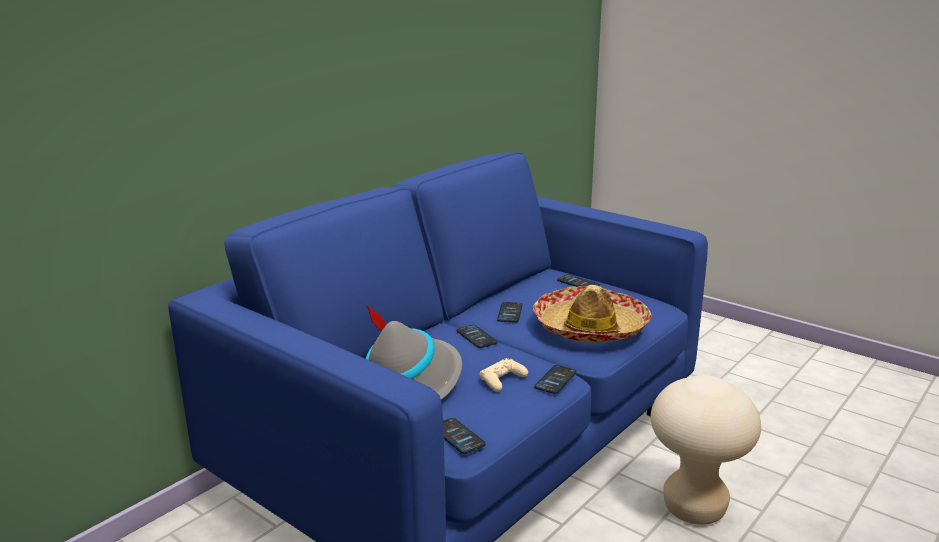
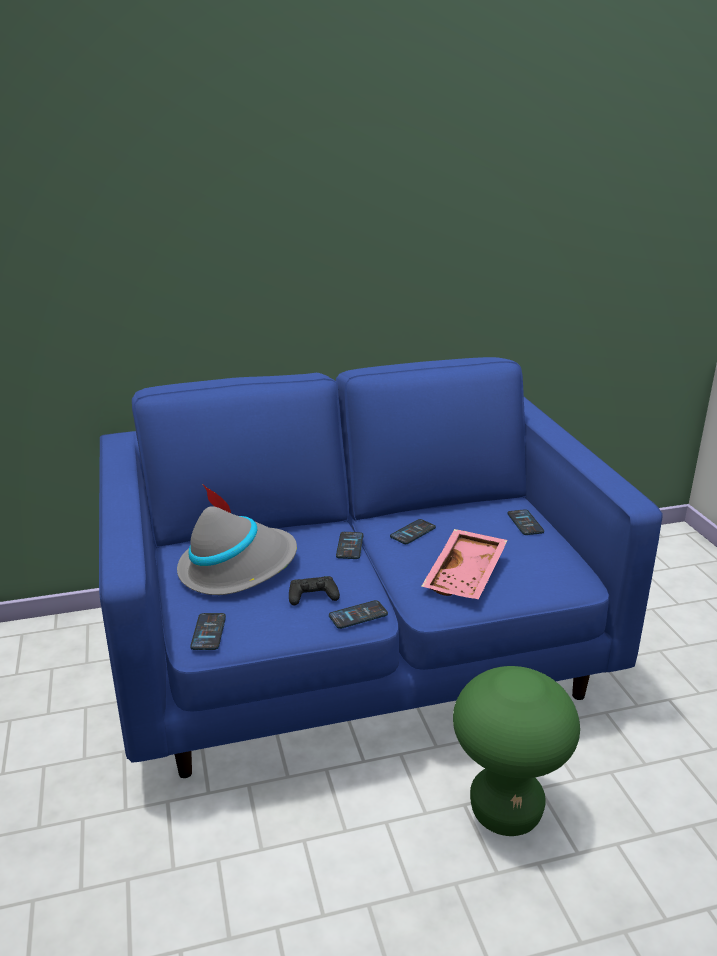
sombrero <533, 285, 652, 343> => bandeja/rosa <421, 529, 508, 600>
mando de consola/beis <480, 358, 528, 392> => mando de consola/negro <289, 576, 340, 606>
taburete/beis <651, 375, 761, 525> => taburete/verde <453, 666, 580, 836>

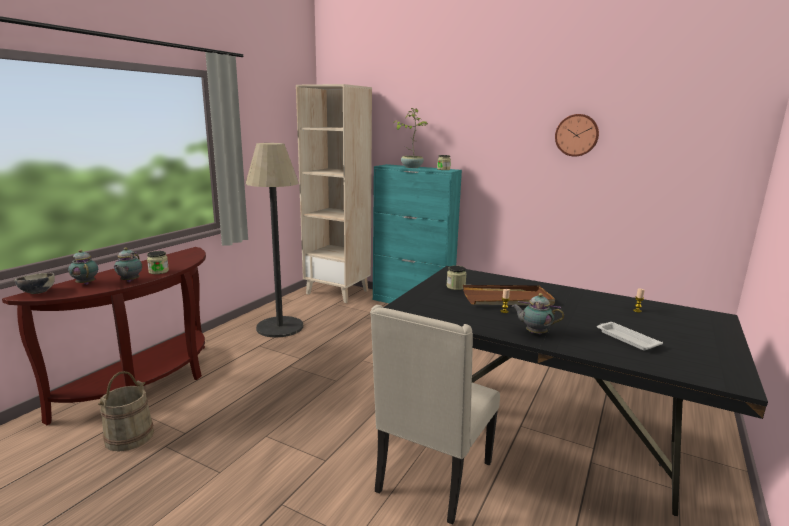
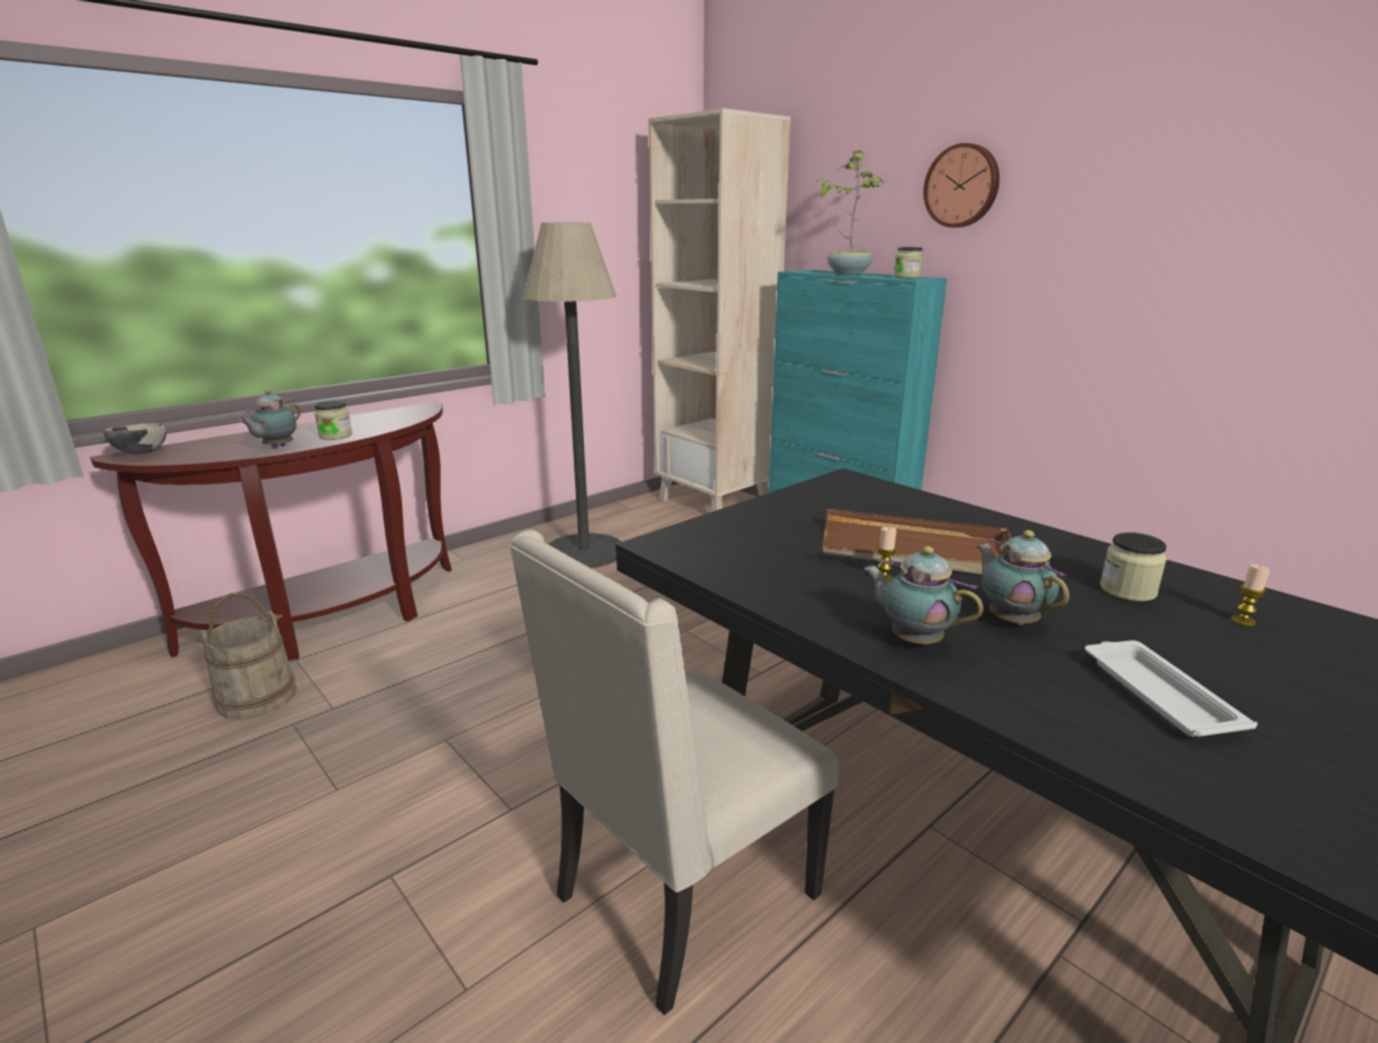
tetera <68, 250, 98, 285> => tetera <977, 530, 1069, 626>, moved
tarro <446, 265, 467, 290> => tarro <1100, 532, 1167, 601>, moved
reloj de pared <555, 114, 599, 157> => reloj de pared <923, 143, 1000, 228>, moved

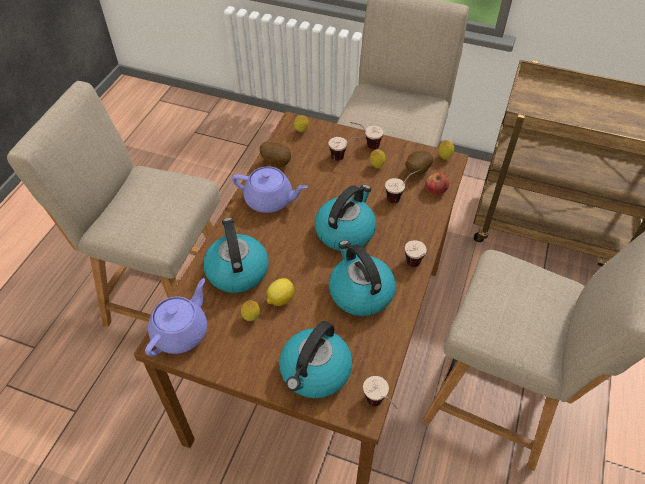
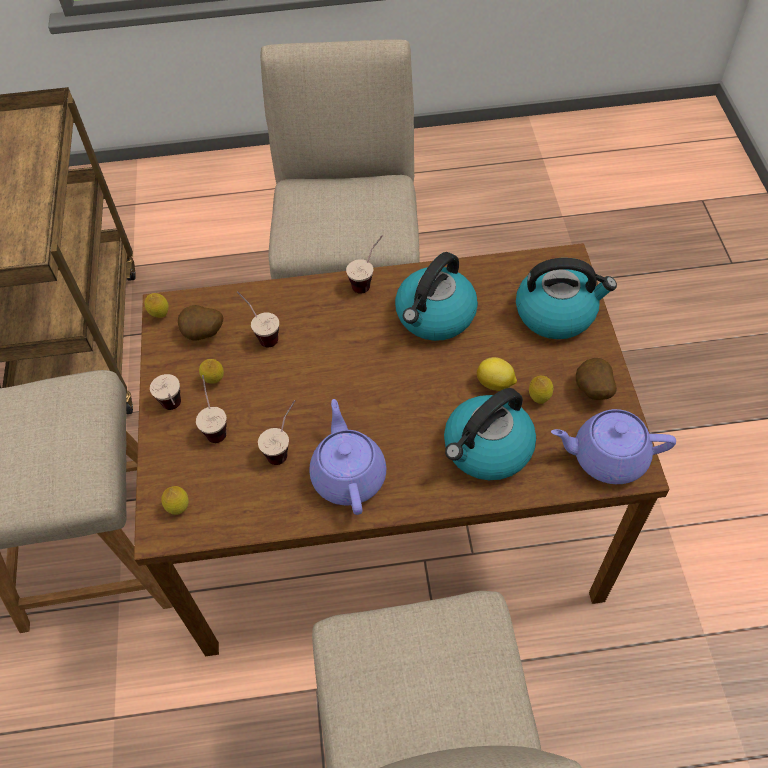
hervidor <315, 184, 376, 251> => nothing
manzana <425, 173, 449, 195> => nothing
patata <260, 142, 291, 167> => patata <576, 358, 617, 400>, moved
taza <363, 376, 397, 409> => taza <258, 400, 296, 465>, moved

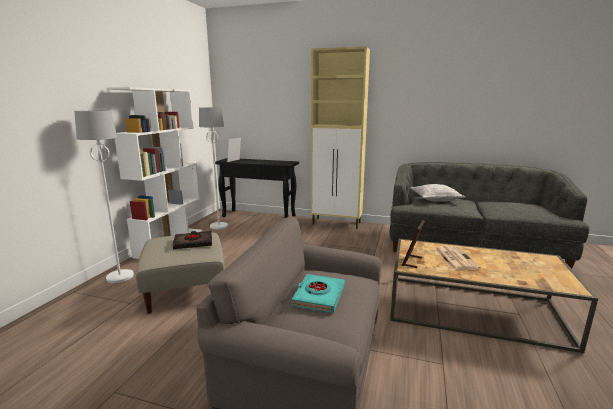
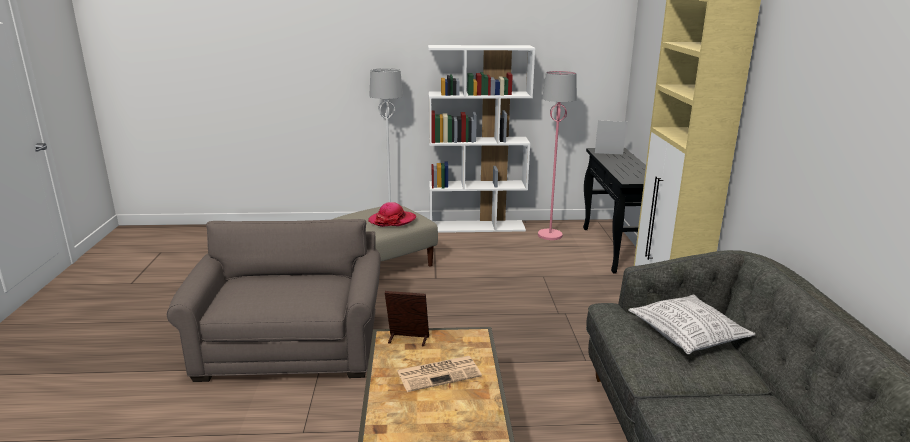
libro/turquesa <291, 274, 345, 313> => nothing
libro/negro <173, 231, 212, 249> => sombrero <368, 202, 416, 227>
lámpara de pie/blanco <199, 107, 228, 230> => lámpara de pie/rosa <538, 71, 577, 240>

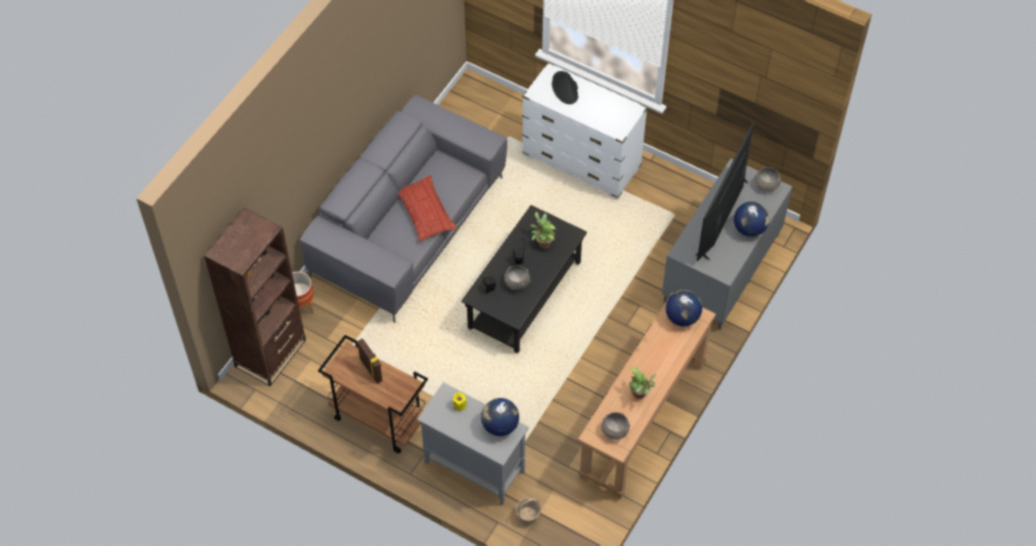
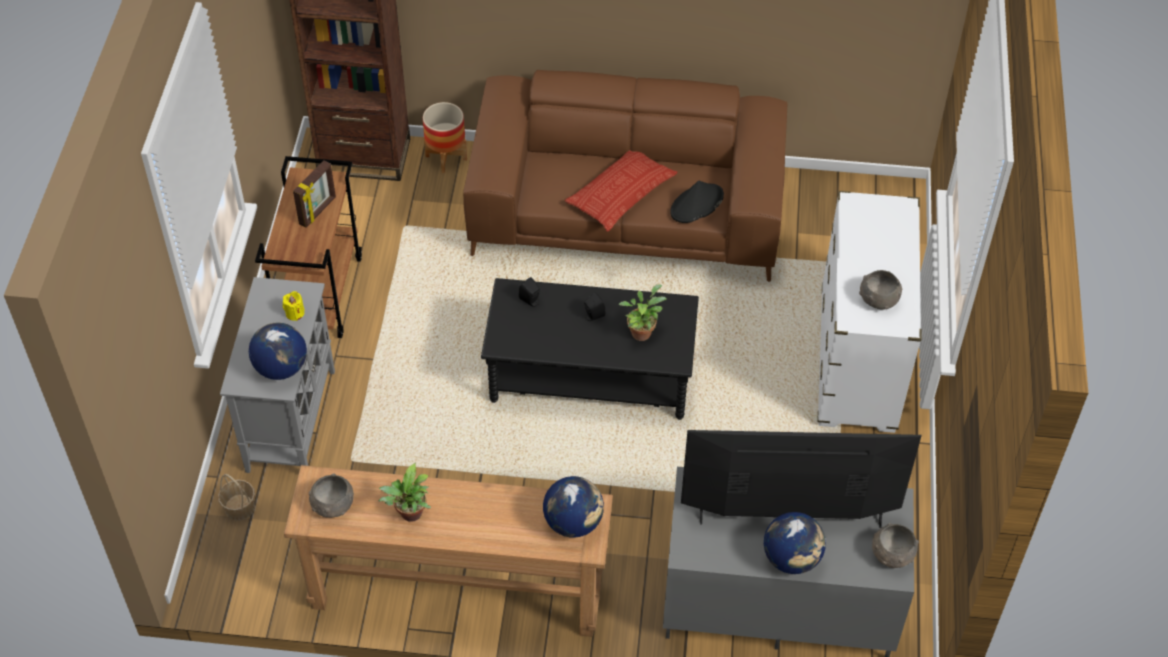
cuenco/gris <504, 265, 530, 290> => cuenco/gris <859, 270, 902, 310>, moved
sombrero/negro <552, 71, 578, 104> => sombrero/negro <670, 181, 724, 223>, moved
sofá/gris <300, 95, 507, 323> => sofá/marrón <463, 70, 787, 282>

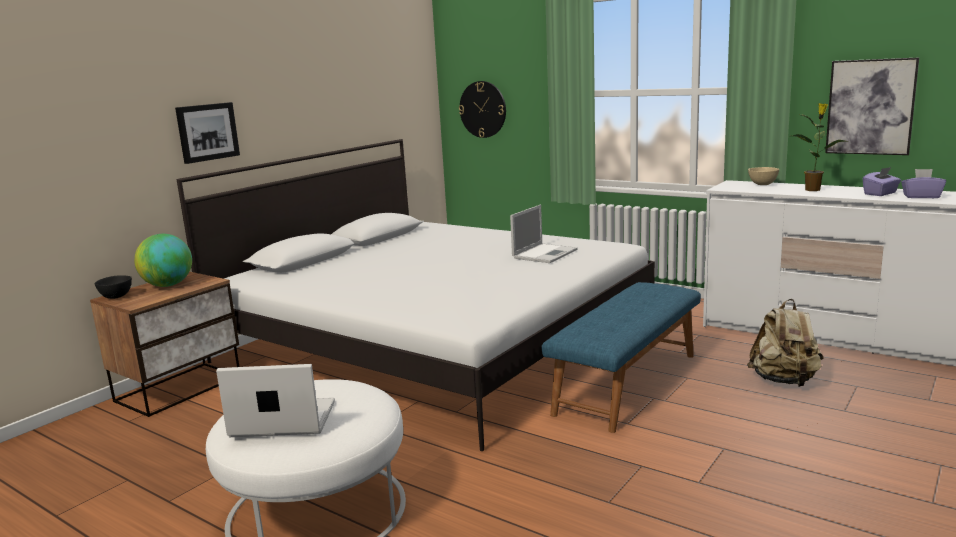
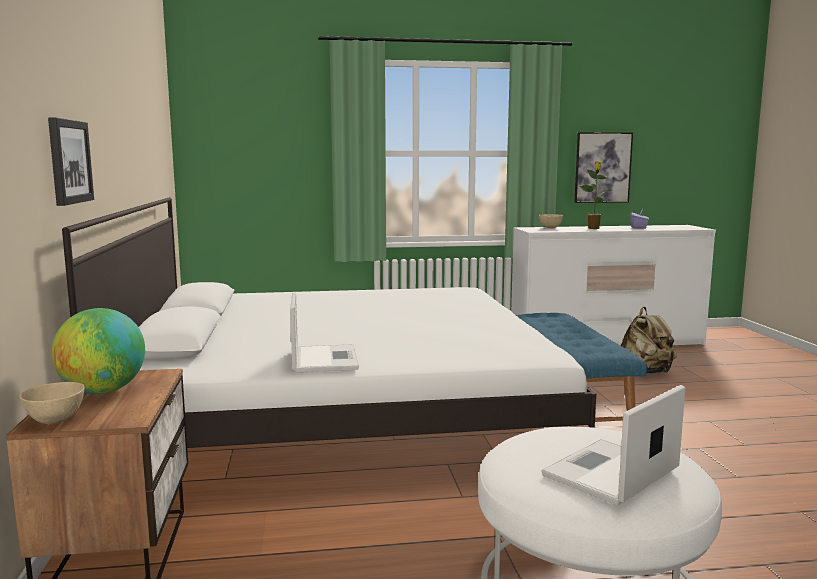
reloj de pared <459, 81, 506, 138> => nothing
caja de pañuelos/morado <901, 169, 946, 198> => nothing
portátil <510, 205, 578, 263> => portátil <290, 292, 359, 372>, moved
cuenco/negro <95, 275, 132, 299> => cuenco/beis <20, 382, 85, 424>

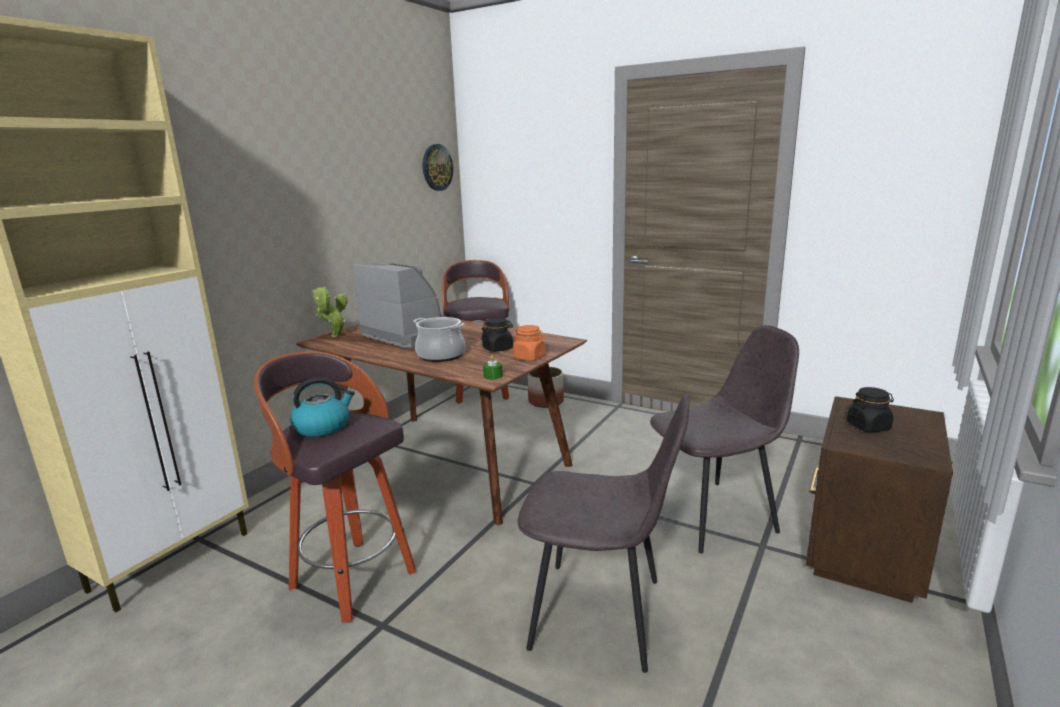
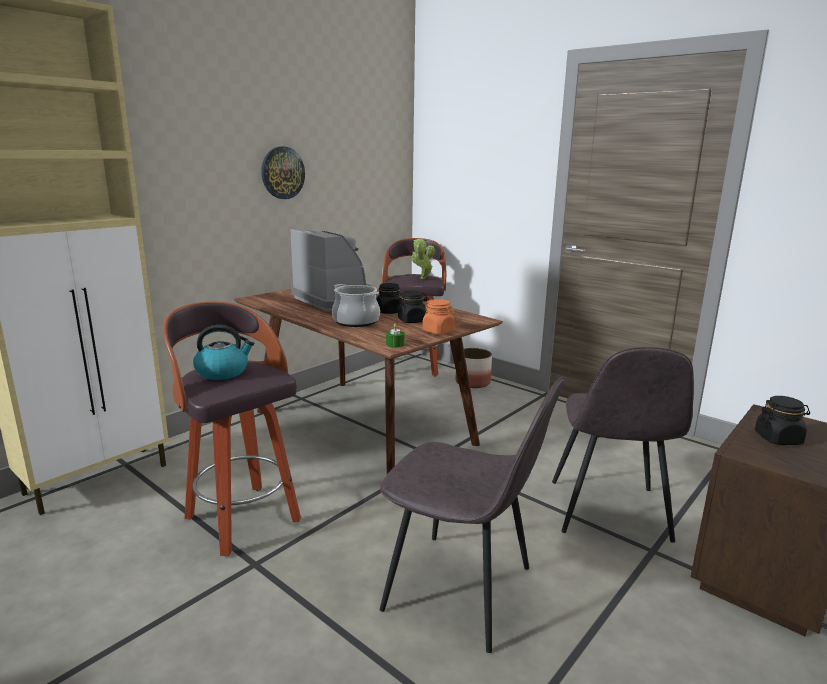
nothing => tarro/negro <376, 283, 402, 314>
planta en maceta <312, 286, 347, 337> => planta en maceta <412, 238, 435, 279>, moved
reloj de pared <423, 144, 453, 191> => reloj de pared <261, 147, 305, 199>, moved
silla/gris <650, 325, 799, 553> => silla/gris <552, 347, 694, 543>, 105 degrees clockwise

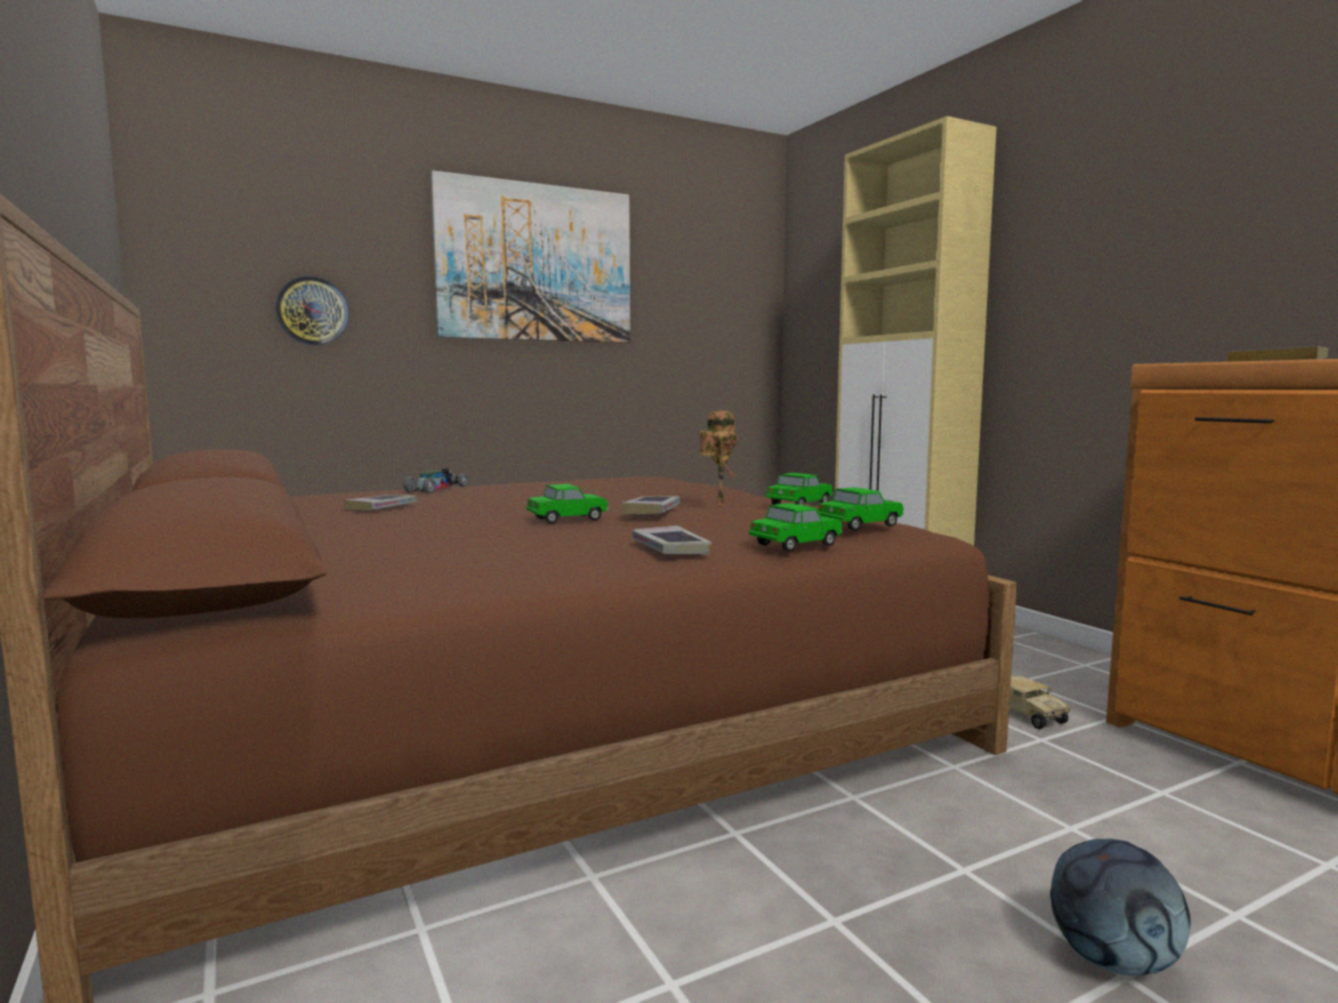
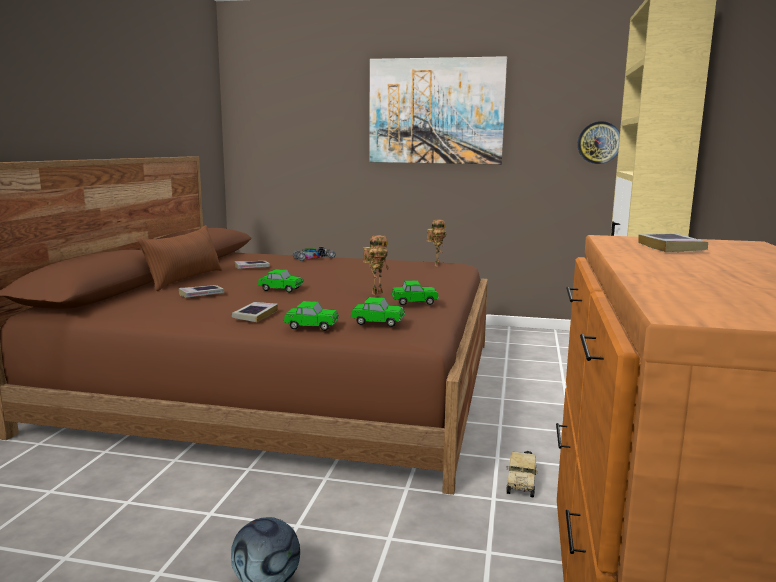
nothing => cojín/marrón <137, 225, 222, 291>
nothing => robot de juguete <427, 219, 446, 266>
reloj de pared <275, 276, 349, 345> => reloj de pared <578, 121, 620, 164>, moved
libro <621, 496, 681, 514> => libro <179, 285, 225, 298>, moved

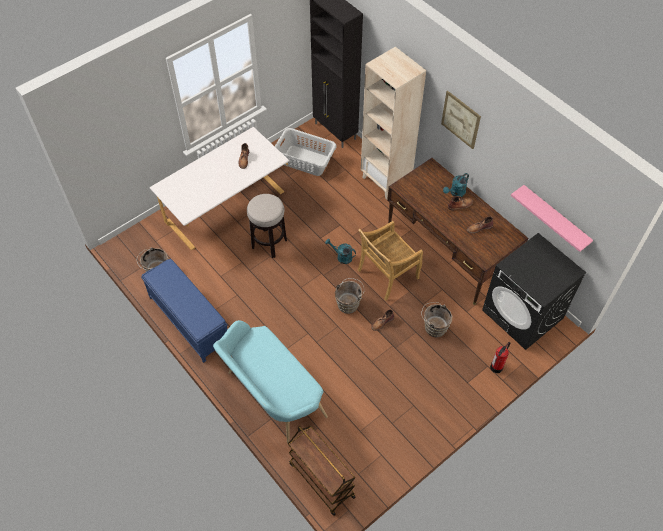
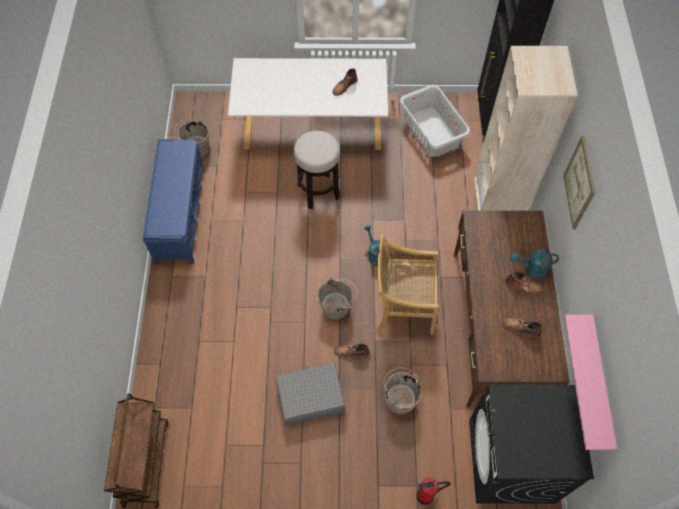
banco/turquesa <213, 320, 328, 443> => nothing
nothing => maleta/gris <275, 362, 345, 425>

